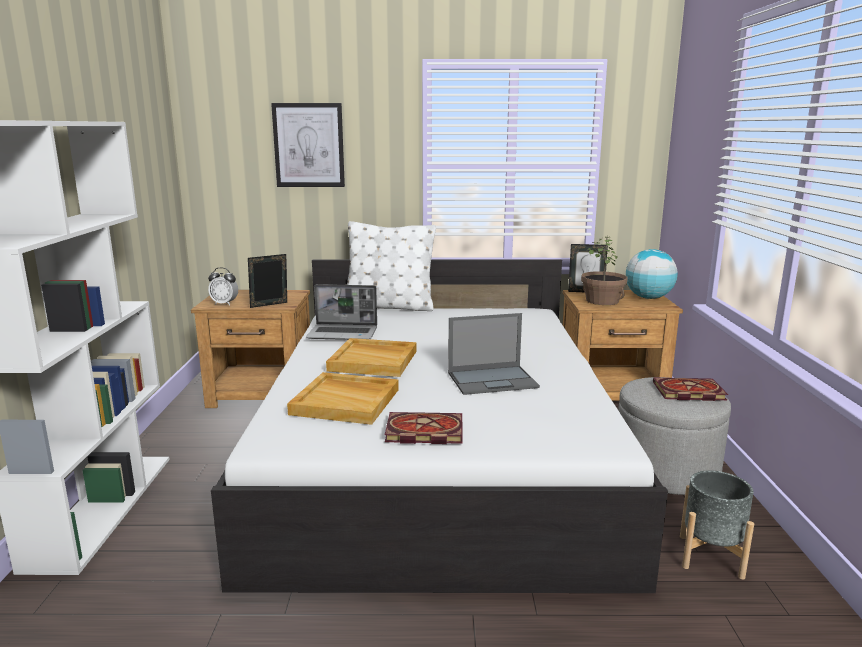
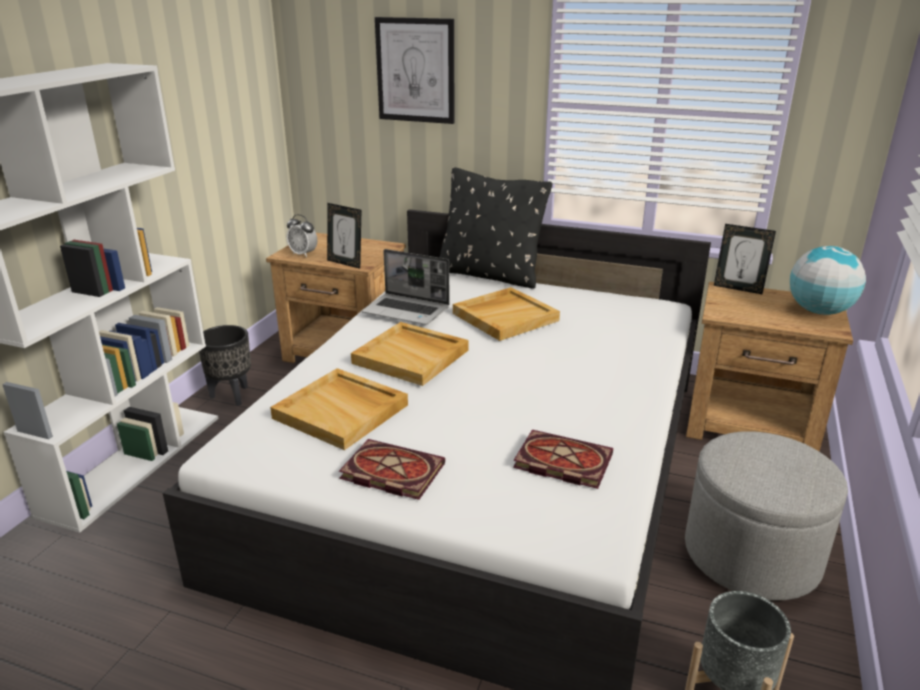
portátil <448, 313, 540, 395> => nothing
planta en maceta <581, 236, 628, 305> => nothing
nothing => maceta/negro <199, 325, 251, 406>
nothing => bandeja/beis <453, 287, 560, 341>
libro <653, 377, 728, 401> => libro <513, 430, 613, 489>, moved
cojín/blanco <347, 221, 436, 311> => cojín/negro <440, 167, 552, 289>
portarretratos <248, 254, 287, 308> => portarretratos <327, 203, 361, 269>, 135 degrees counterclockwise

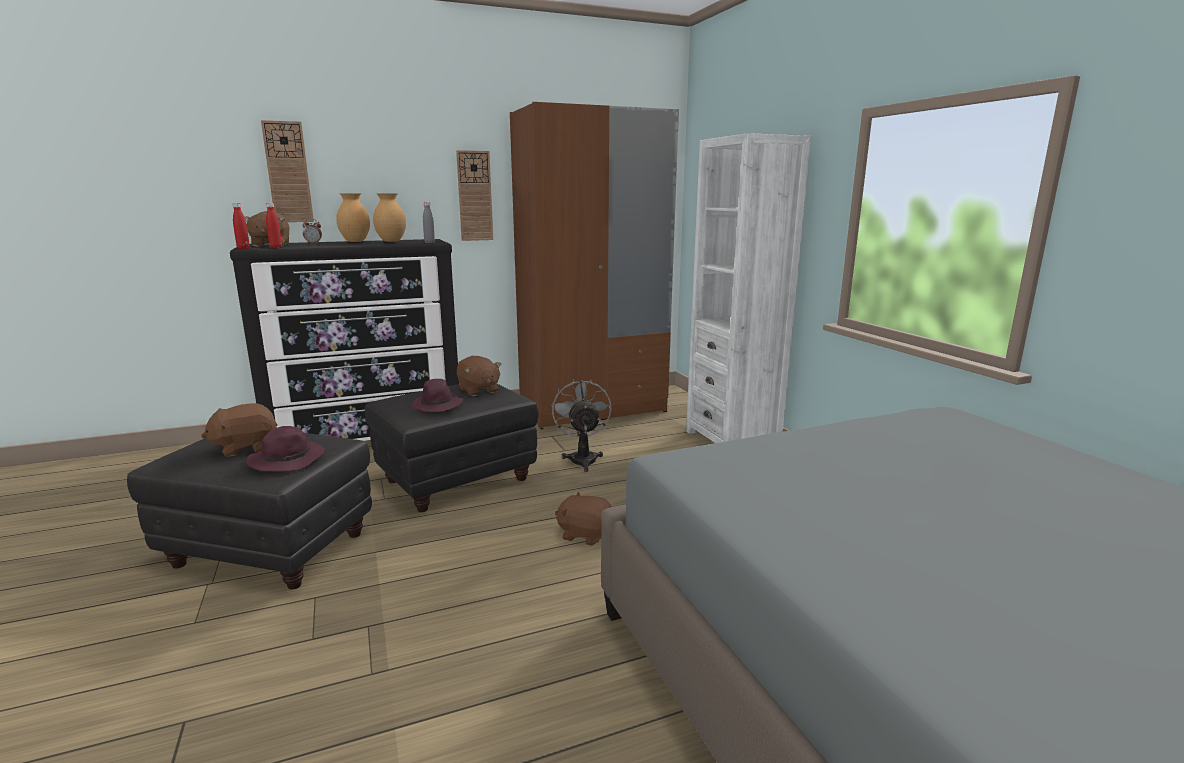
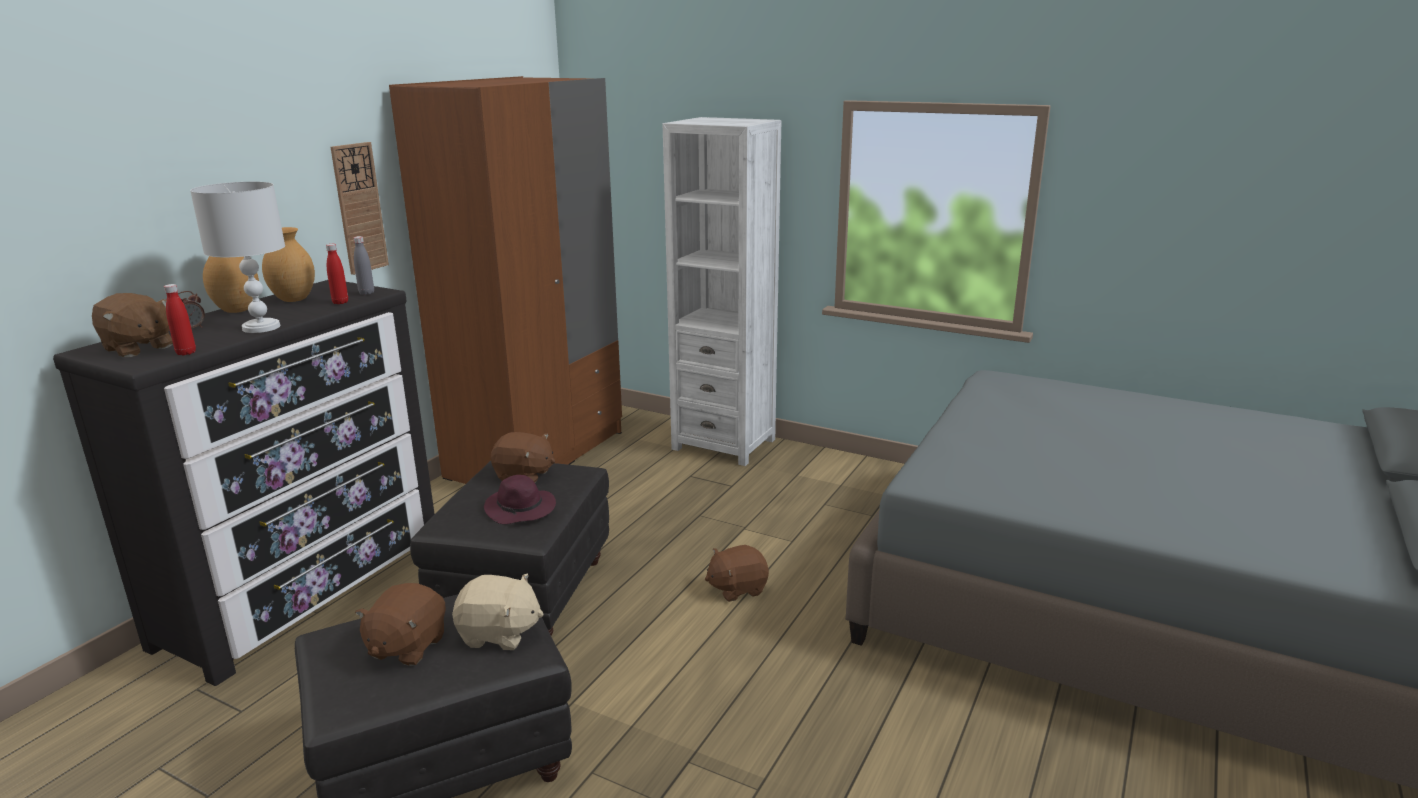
reloj de pared <261, 120, 314, 222> => nothing
ventilador/gris <552, 379, 611, 472> => nothing
nothing => lámpara de mesa/blanco <190, 182, 285, 333>
botella/rojo <233, 203, 250, 249> => botella/rojo <326, 244, 348, 304>, moved
sombrero/morado <246, 426, 325, 471> => peluche/beis <452, 573, 544, 650>

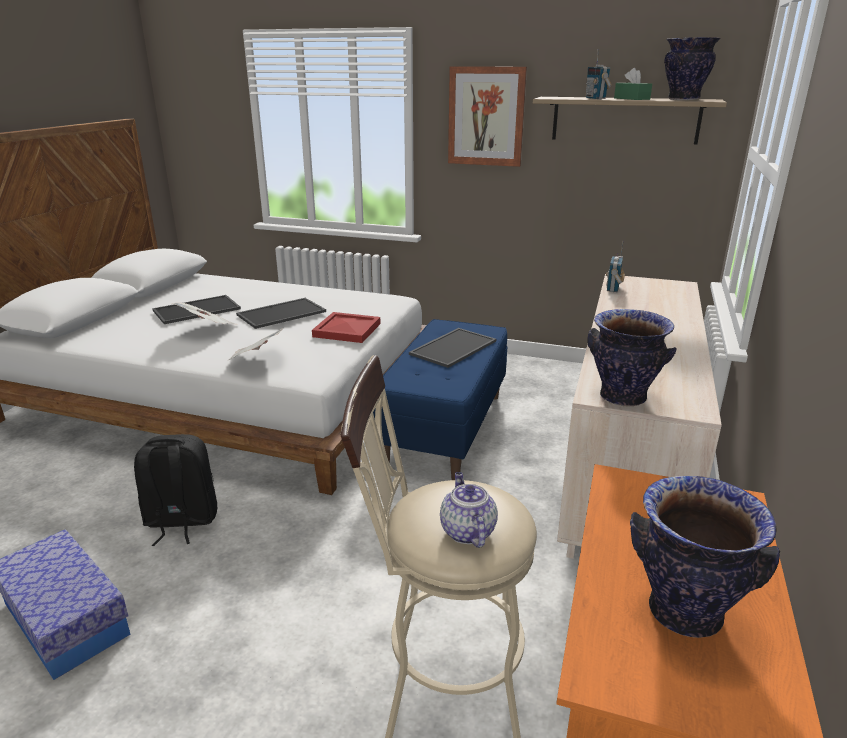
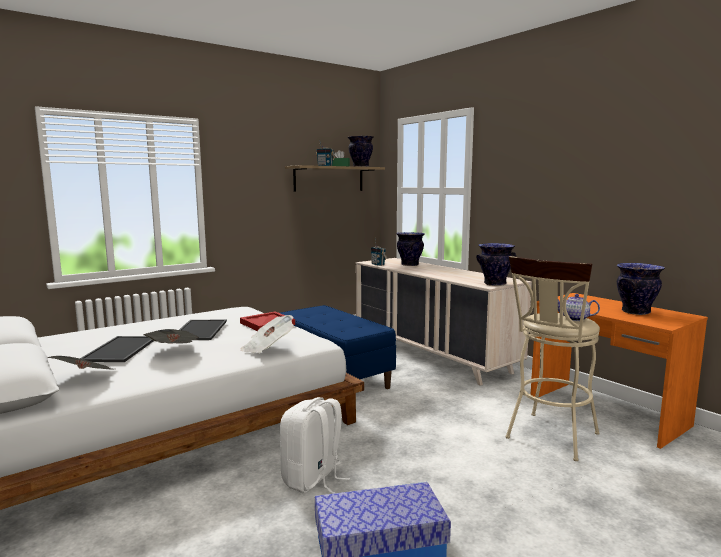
bandeja <409, 328, 496, 368> => nothing
cuadro <448, 66, 527, 167> => nothing
nothing => periódico <47, 356, 113, 370>
nothing => florero <396, 232, 425, 266>
mochila/negro <134, 434, 217, 546> => mochila/blanco <280, 397, 350, 494>

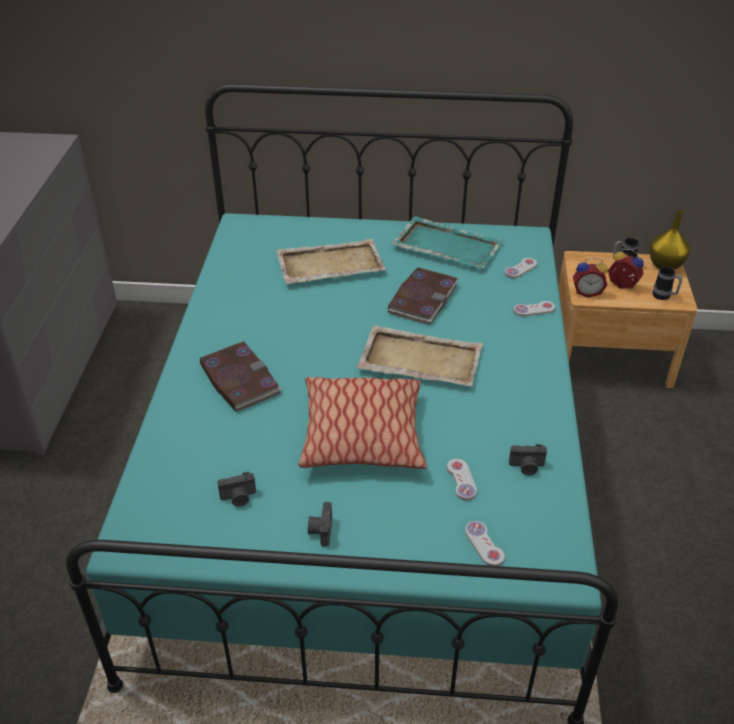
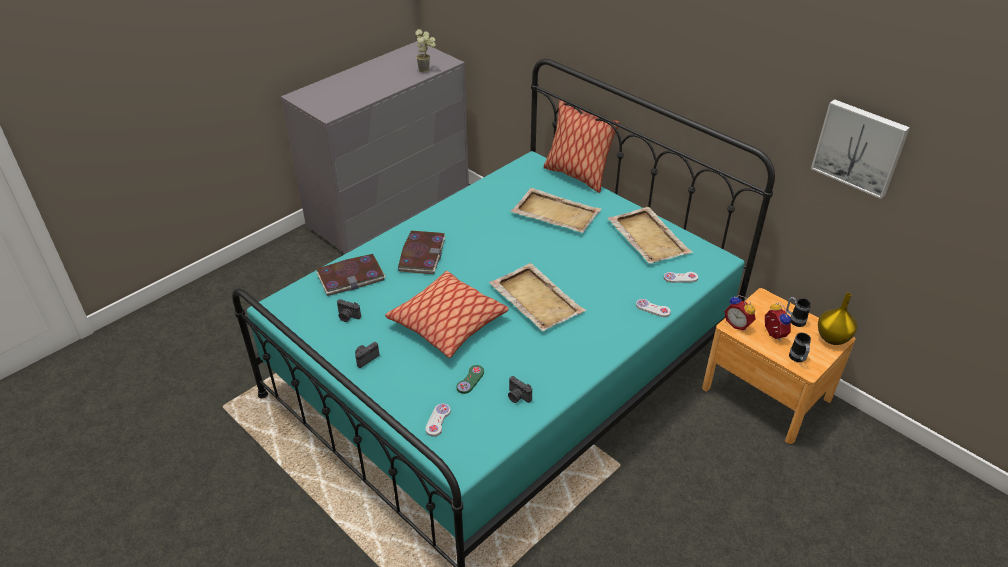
nothing => planta en maceta <415, 29, 436, 73>
nothing => cojín <544, 100, 619, 193>
nothing => cuadro <811, 99, 910, 199>
libro <388, 267, 458, 325> => libro <316, 254, 386, 296>, moved
bandeja/turquesa <391, 216, 504, 269> => bandeja/beis <608, 207, 693, 264>
mando de consola/blanco <447, 459, 477, 501> => mando de consola/verde <457, 365, 484, 394>

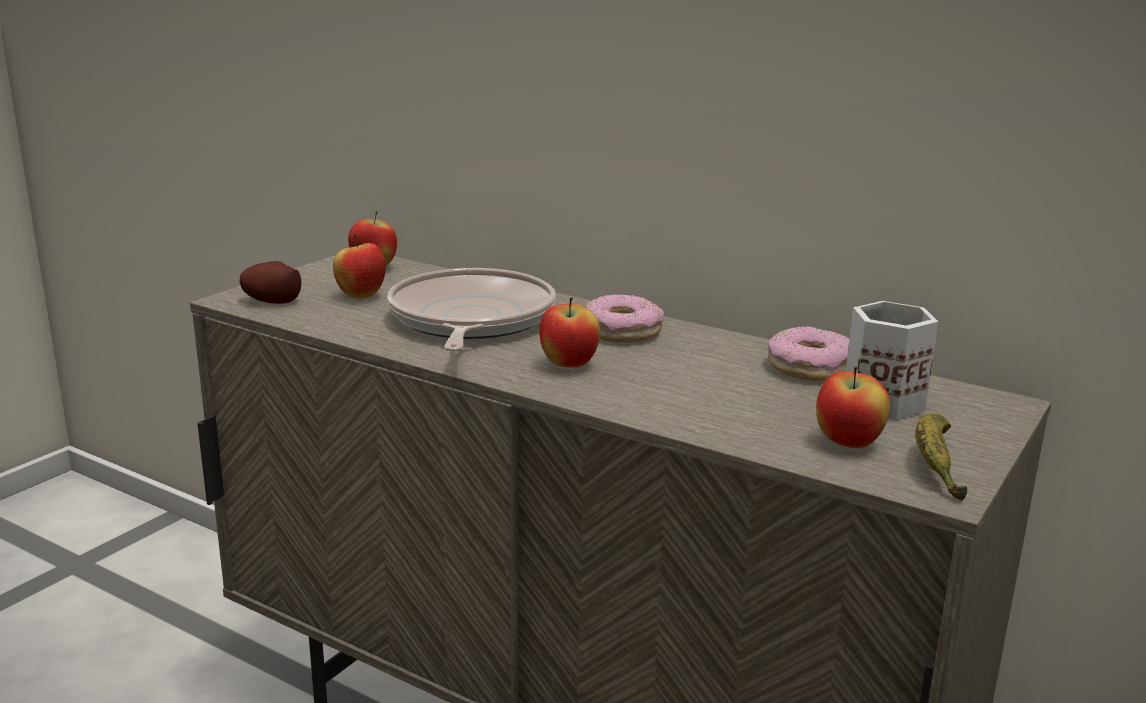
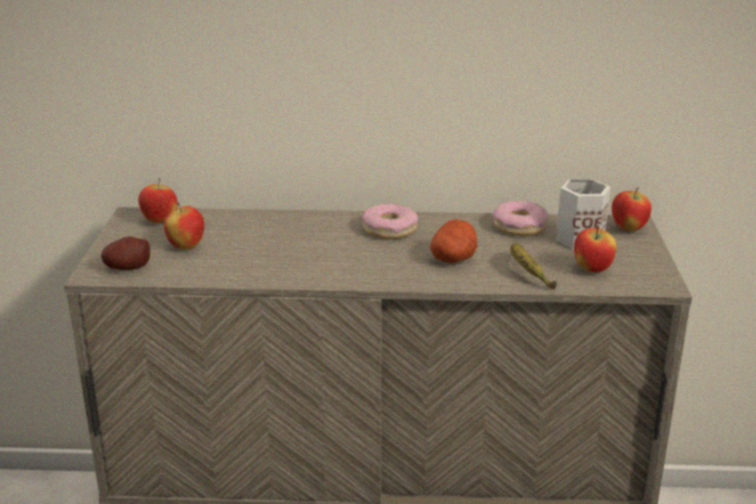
sartén <387, 268, 556, 351> => nothing
nothing => patata <430, 219, 478, 263>
manzana <539, 297, 600, 367> => manzana <612, 188, 651, 231>, moved
plátano <915, 413, 967, 501> => plátano <510, 243, 557, 290>, moved

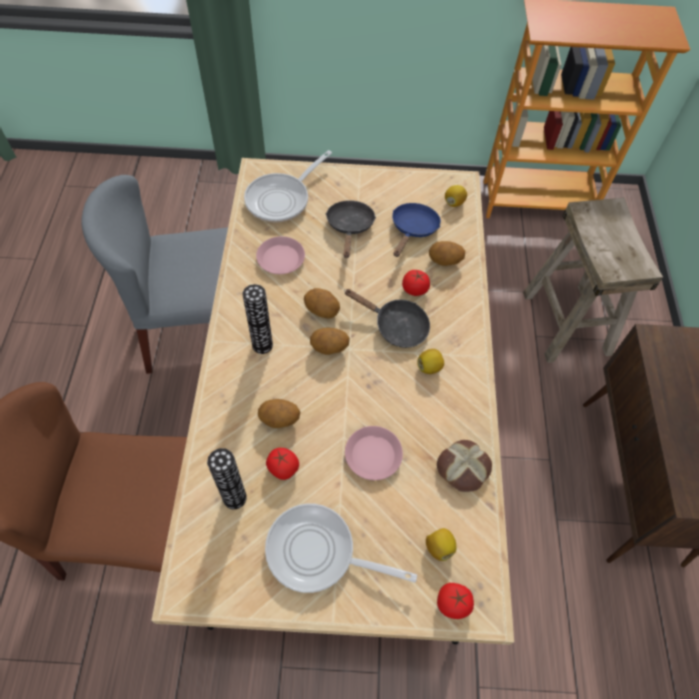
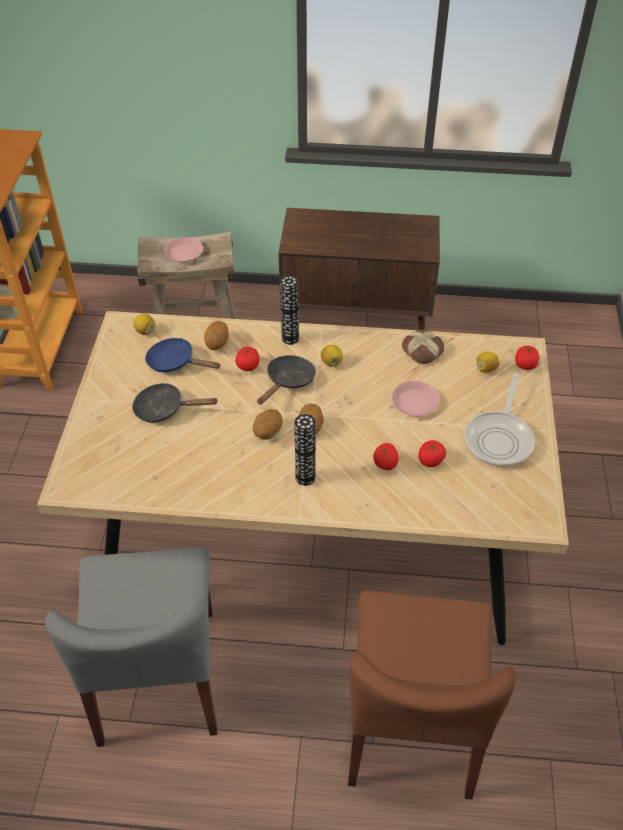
sartén <244, 150, 332, 223> => nothing
florero <207, 448, 247, 509> => florero <280, 275, 299, 345>, moved
plato/rosa <256, 236, 305, 274> => plato/rosa <164, 237, 203, 262>, moved
patata <258, 399, 300, 428> => tomate <373, 443, 398, 470>

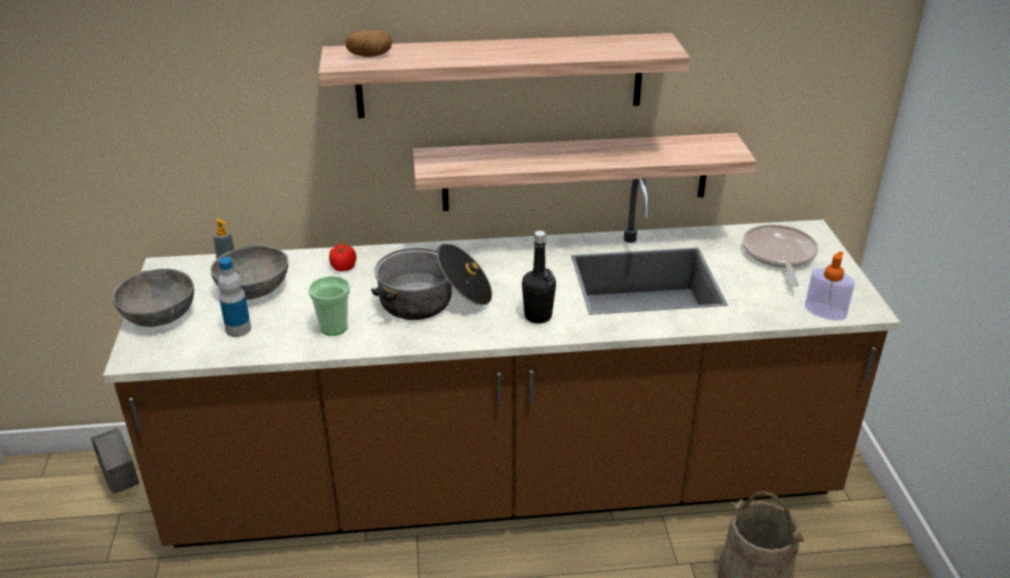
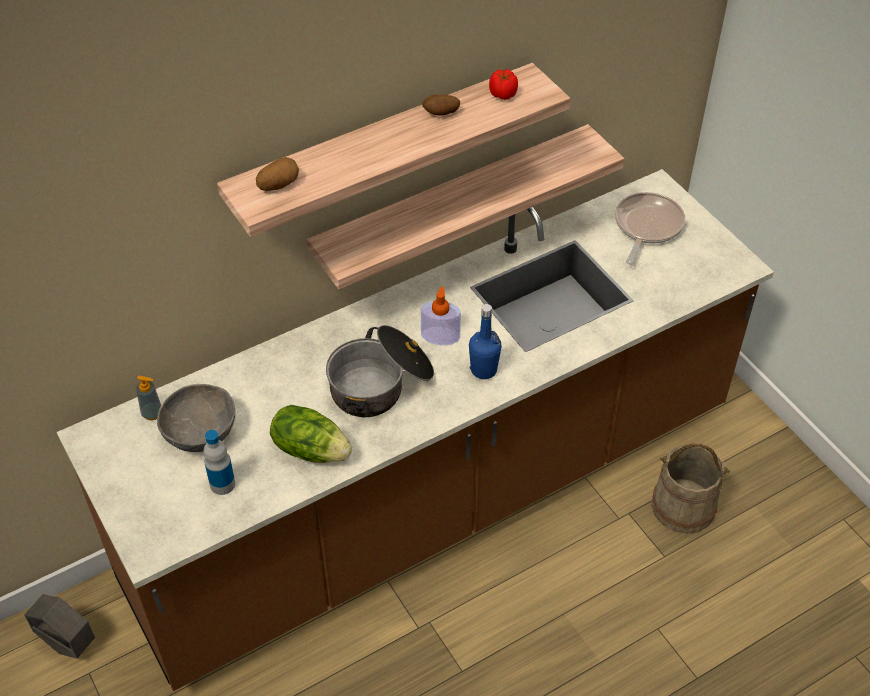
cuenco/gris <113, 269, 194, 327> => nothing
nothing => patata <422, 94, 460, 116>
tomate <329, 244, 356, 271> => tomate <489, 69, 518, 100>, moved
dispensador de jabón <805, 251, 855, 321> => dispensador de jabón <421, 287, 461, 345>, moved
taza <308, 276, 350, 336> => lechuga <270, 405, 352, 463>
botella/negro <522, 231, 556, 324> => botella/azul <469, 304, 502, 379>
sartén <743, 224, 818, 287> => sartén <615, 192, 685, 264>, 45 degrees clockwise

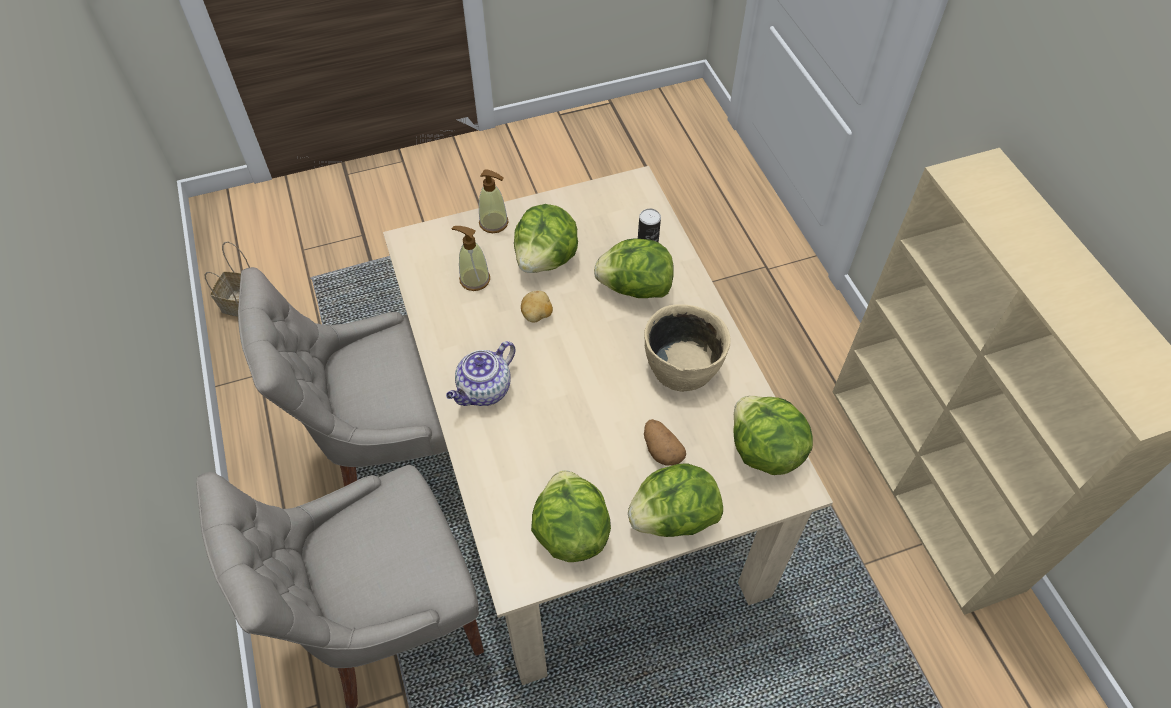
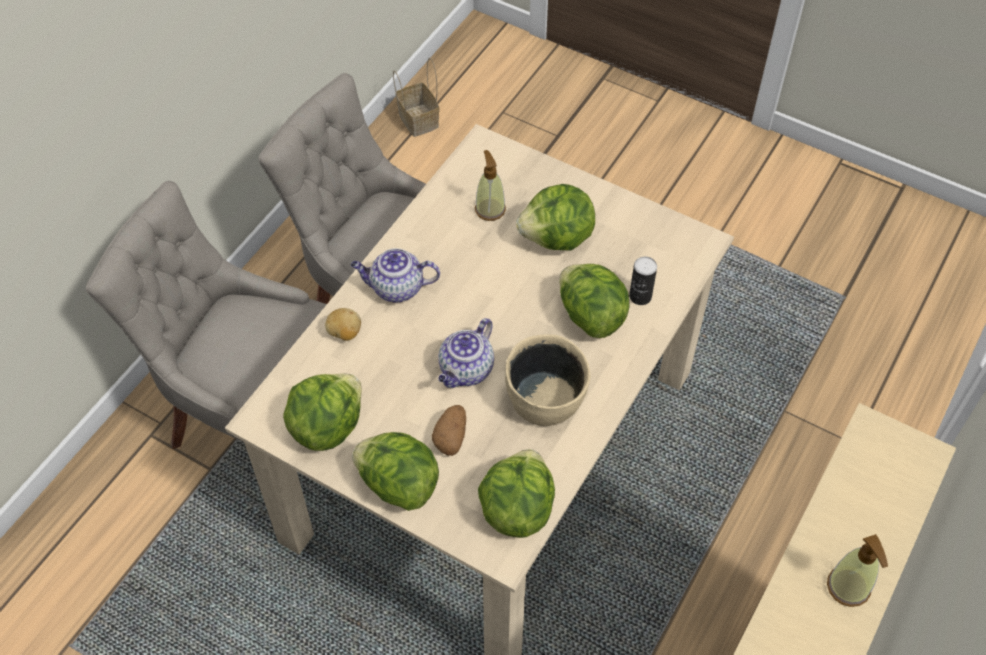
nothing => tetera <438, 318, 494, 388>
dispensador de jabón <479, 169, 509, 233> => dispensador de jabón <827, 534, 888, 607>, moved
patata <521, 290, 553, 322> => patata <325, 308, 361, 341>, moved

